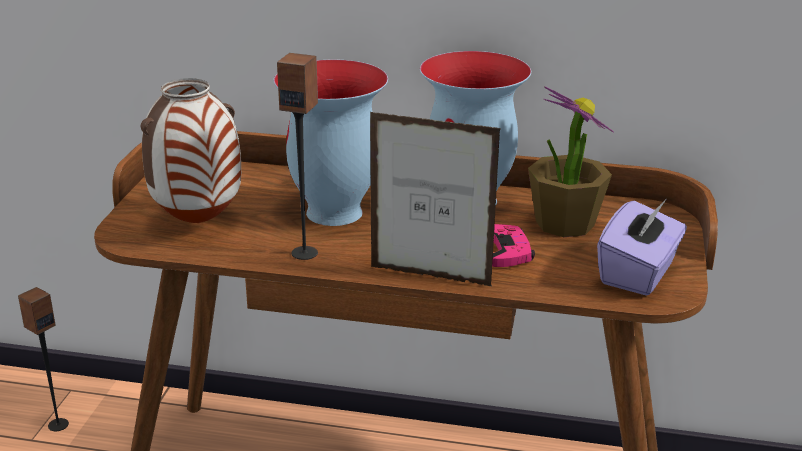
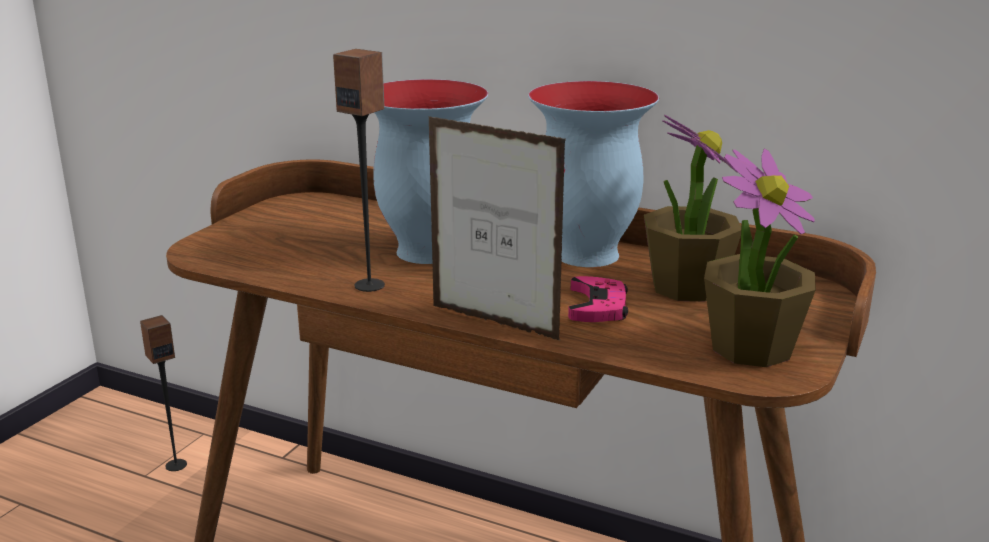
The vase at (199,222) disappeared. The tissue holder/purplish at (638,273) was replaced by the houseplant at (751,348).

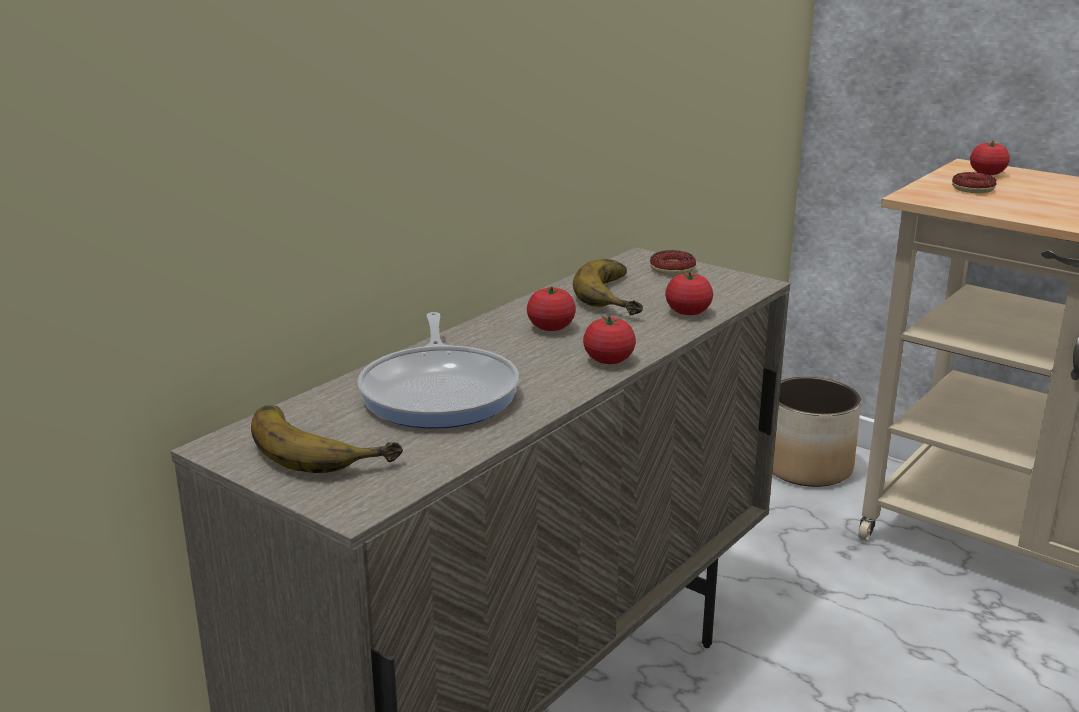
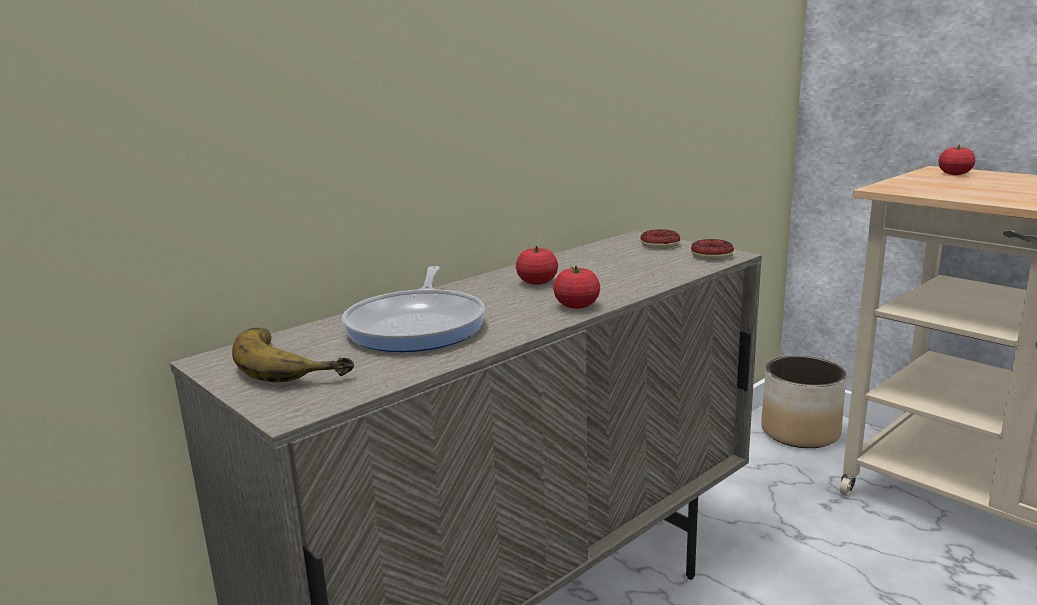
The whole banana at (621,295) disappeared. The fresh tomato at (688,312) disappeared. The donut moved from (973,189) to (712,255).

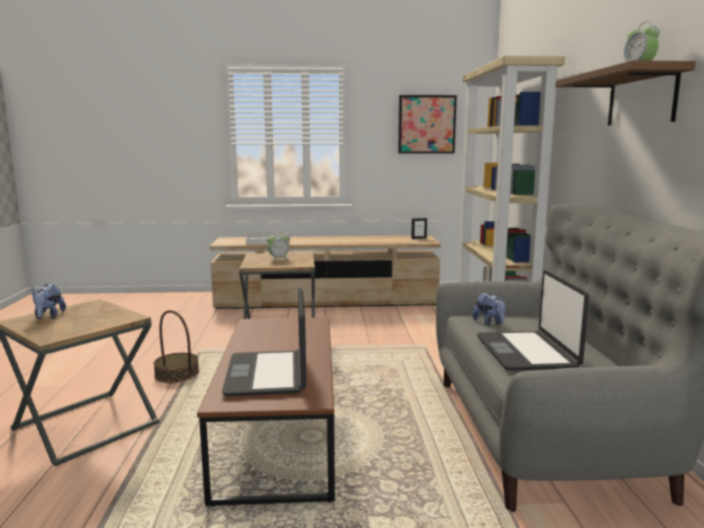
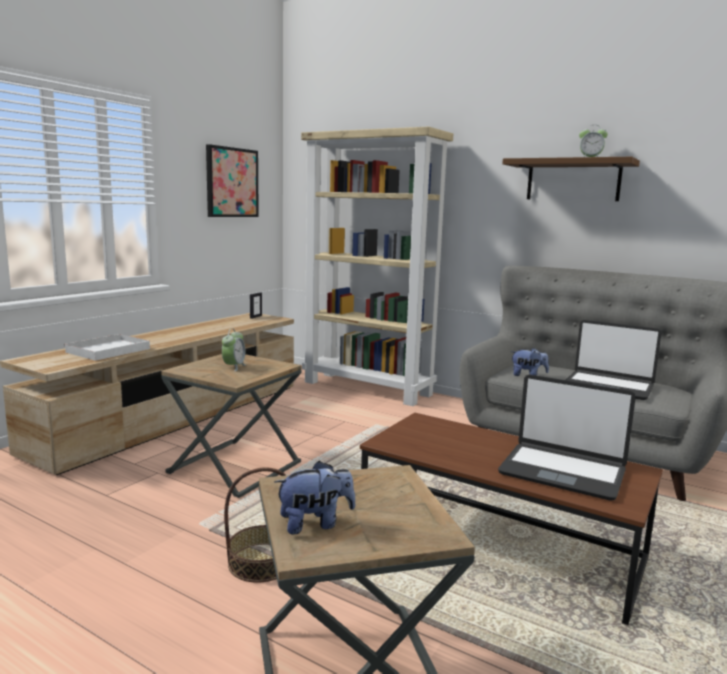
The plush toy at (48,316) turned 45 degrees counterclockwise.

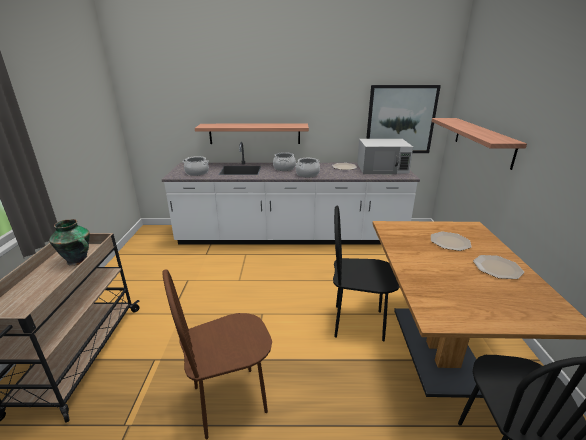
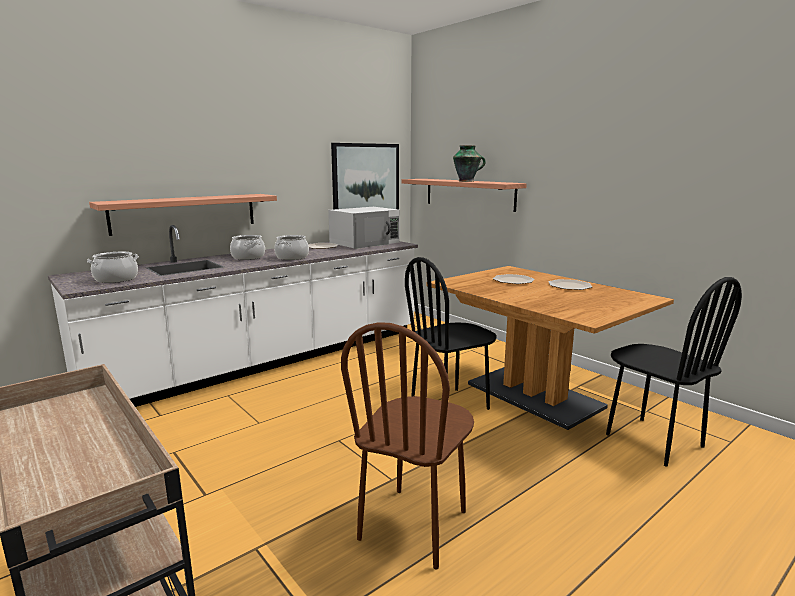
The vase moved from (78,261) to (467,181).

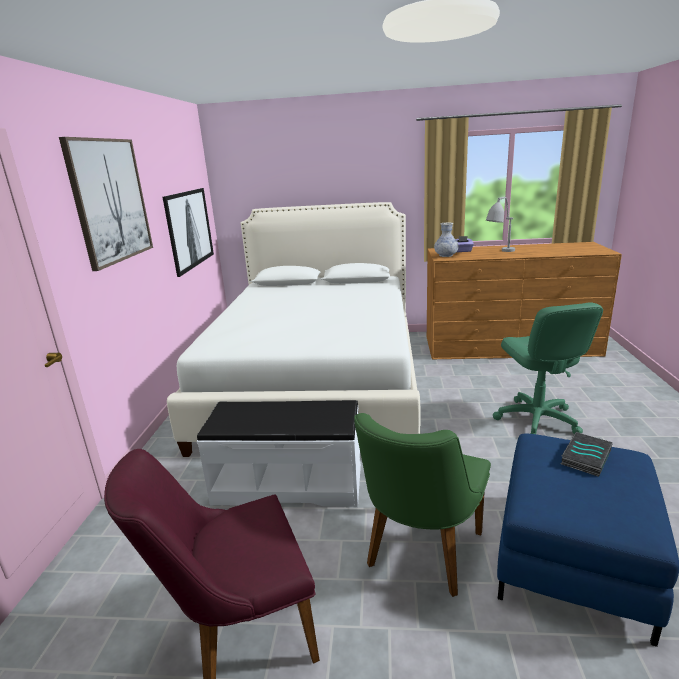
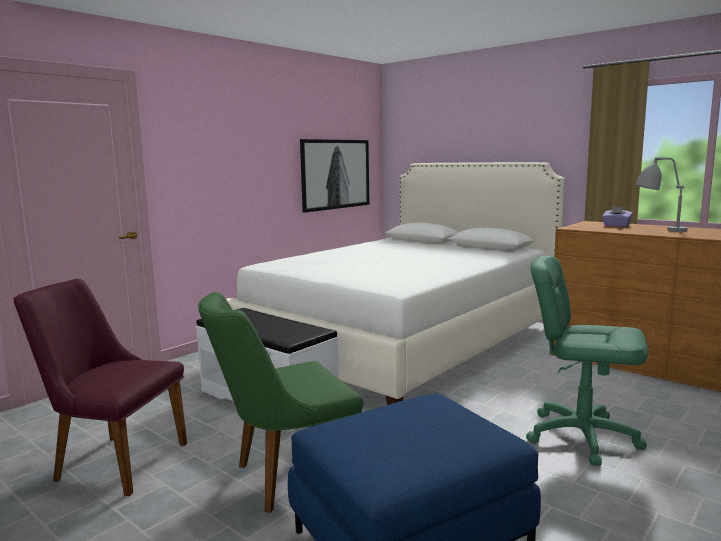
The picture at (110,201) disappeared. The vase at (446,255) disappeared. The desk chair/greenish at (536,420) turned 90 degrees clockwise. The book at (585,456) disappeared.

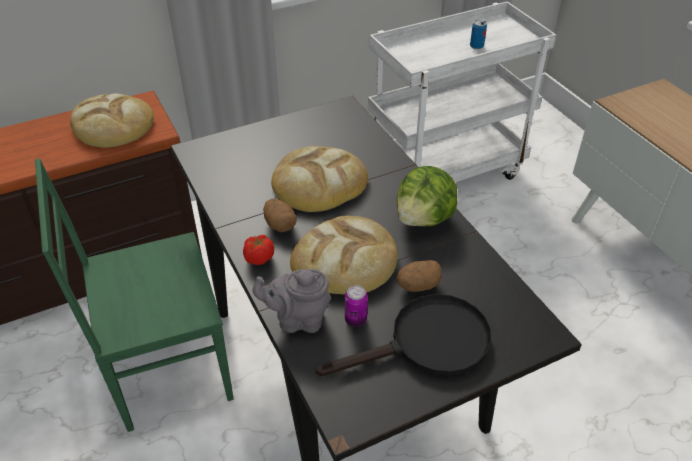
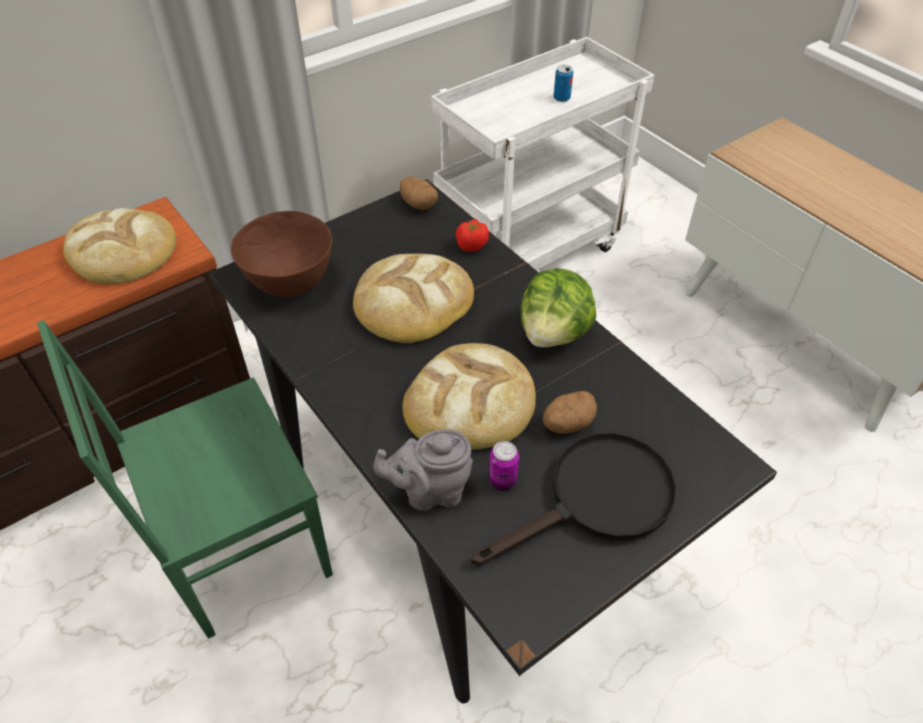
The fresh tomato moved from (259,258) to (471,246). The spud moved from (280,225) to (418,204). The deep dish/brown at (291,283) appeared.

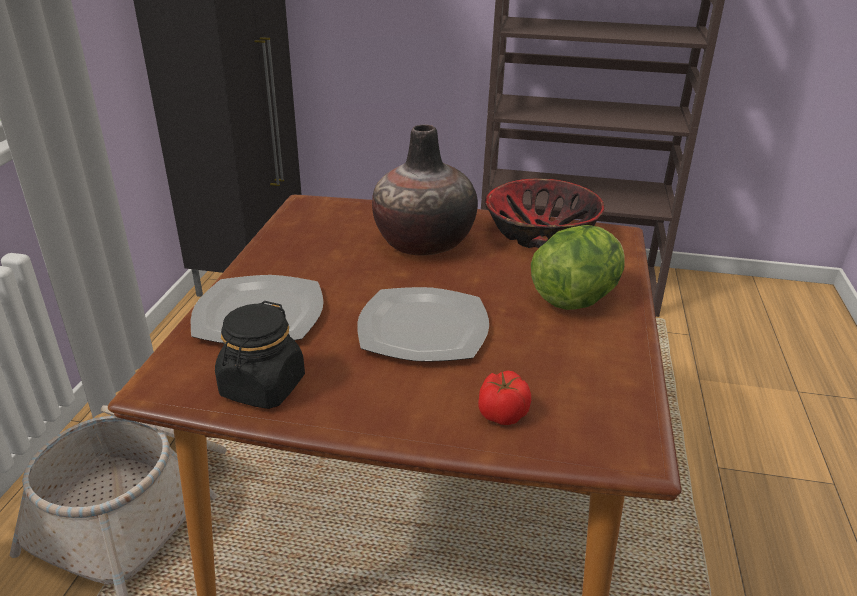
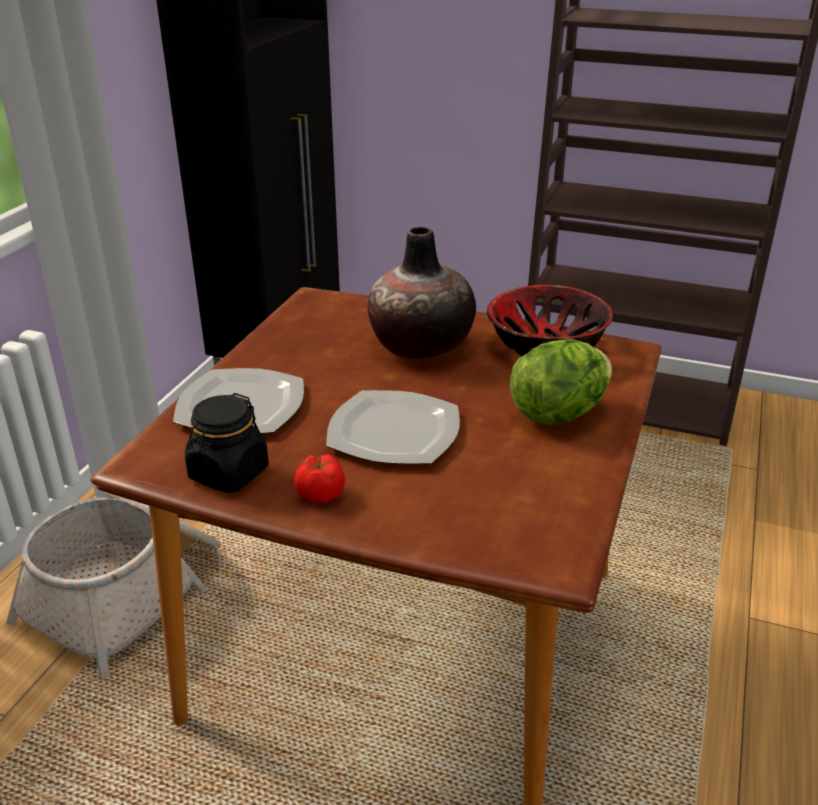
The fresh tomato moved from (501,414) to (320,494).

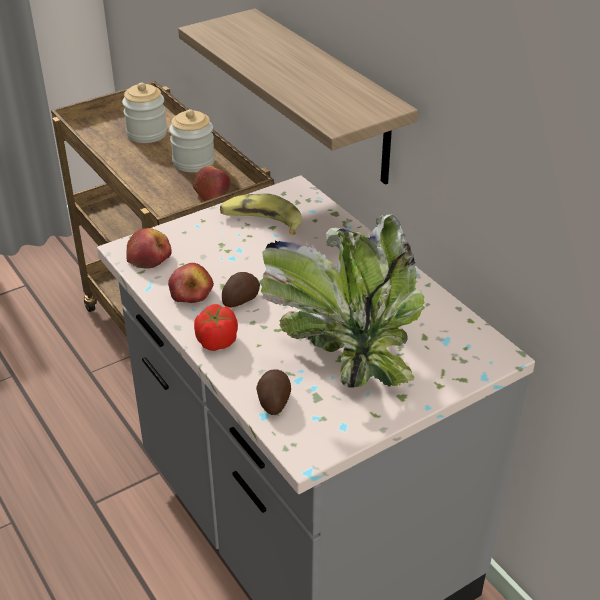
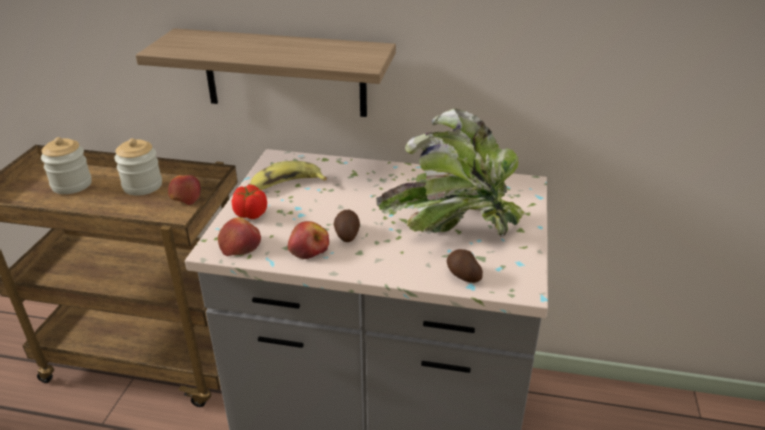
The fresh tomato moved from (216,341) to (251,214).

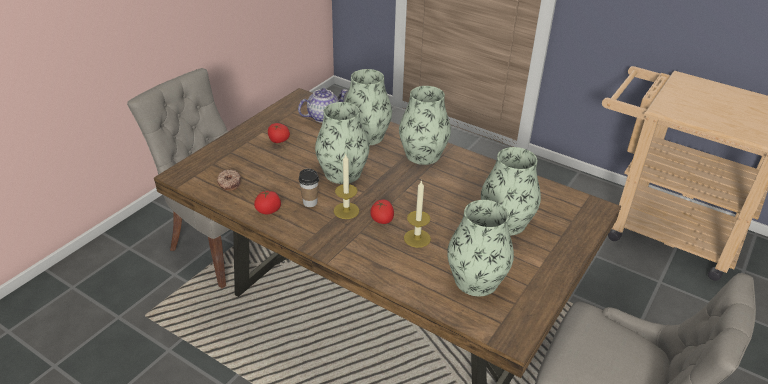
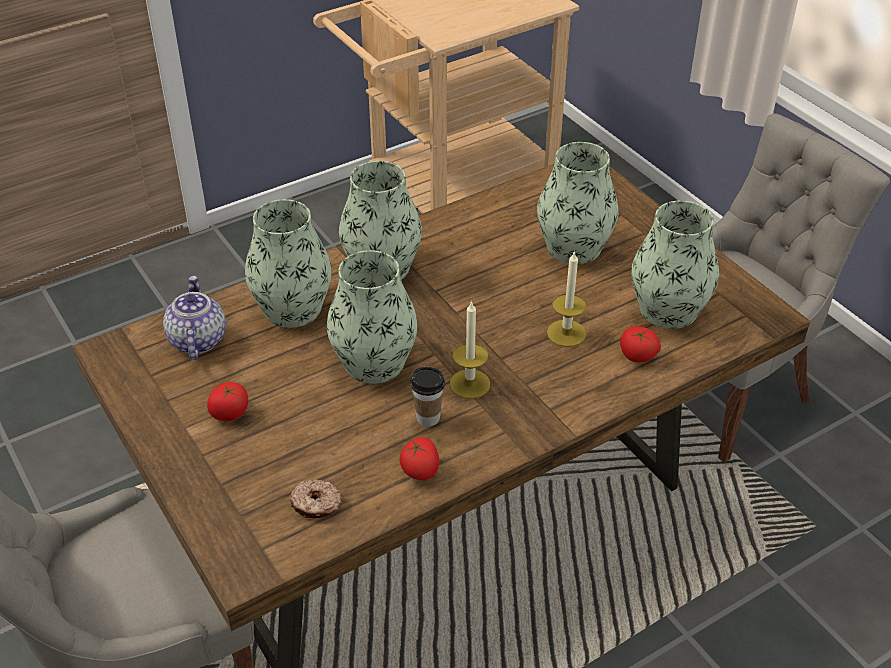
The fresh tomato moved from (382,220) to (637,356).

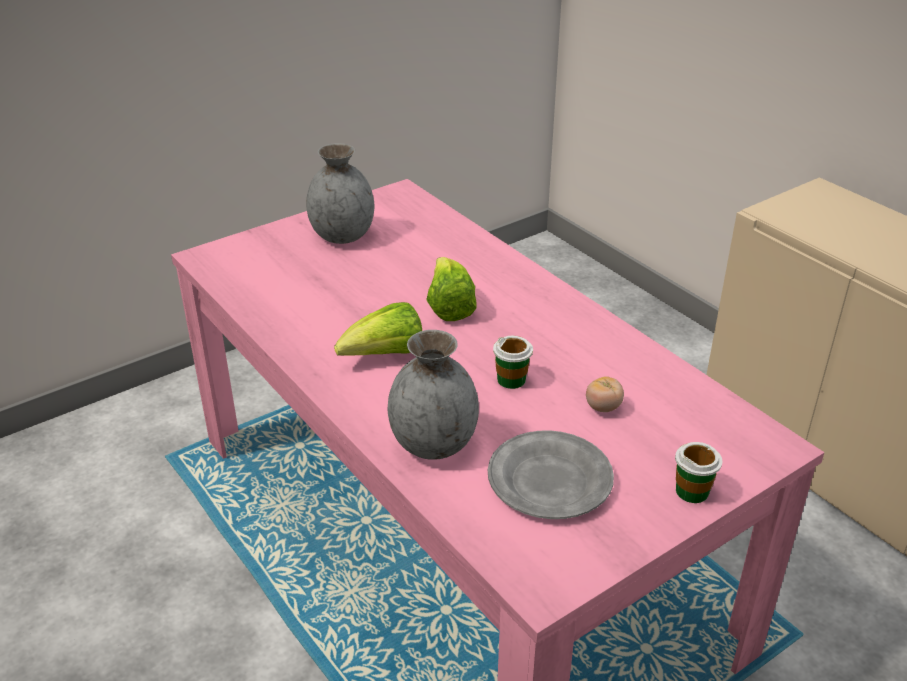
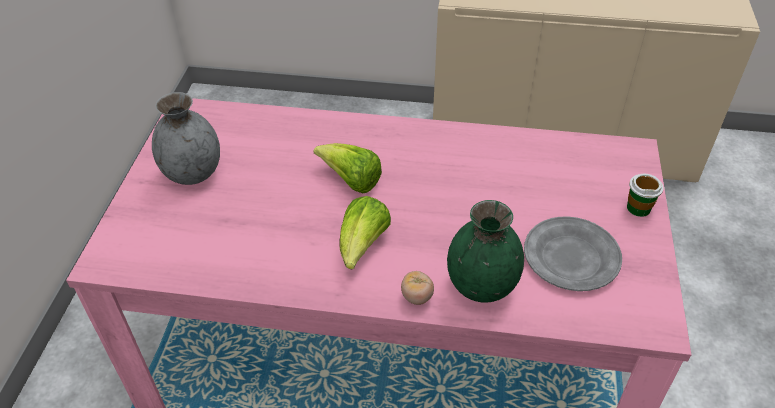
The vase/gray at (433,444) became the vase/greenish at (482,286). The drinking cup at (511,380) disappeared. The fresh tomato moved from (603,407) to (417,297).

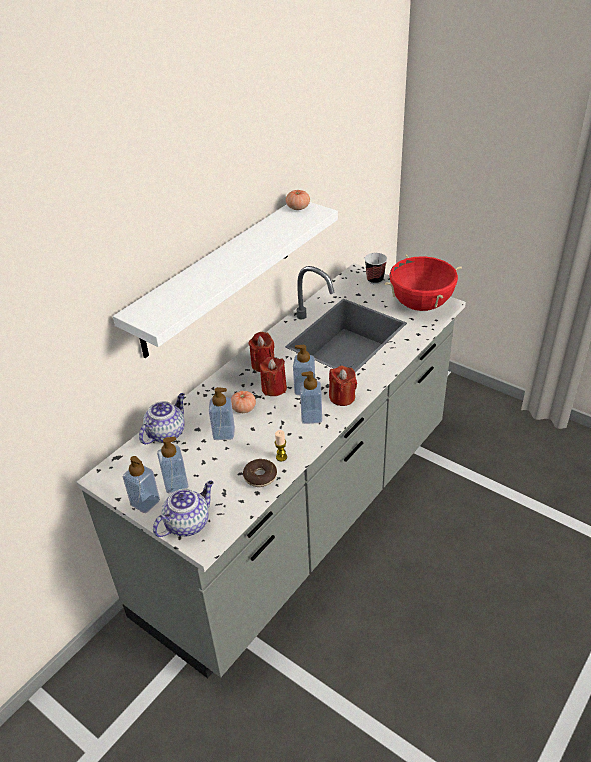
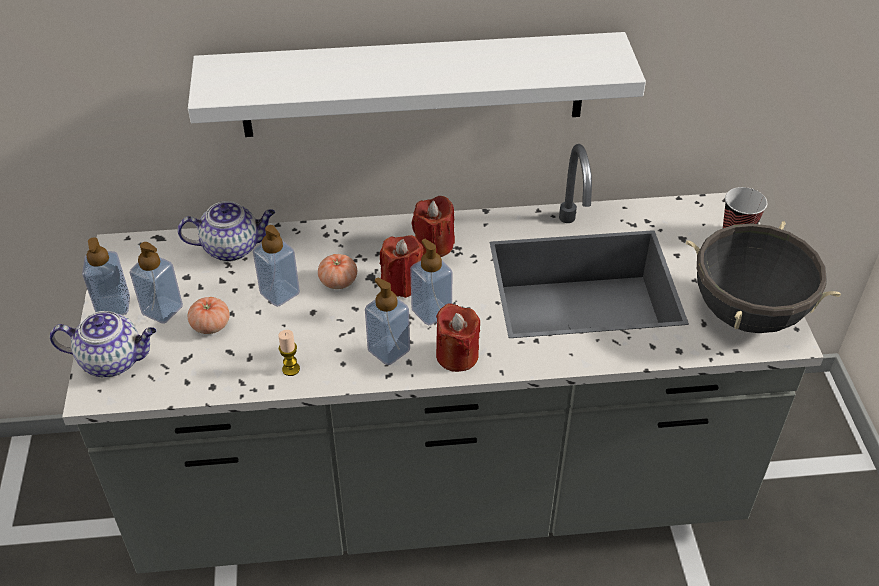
The donut at (260,477) disappeared. The fresh tomato moved from (298,207) to (210,325). The cooking pot/red-coloured at (420,305) became the cooking pot/black at (746,313).

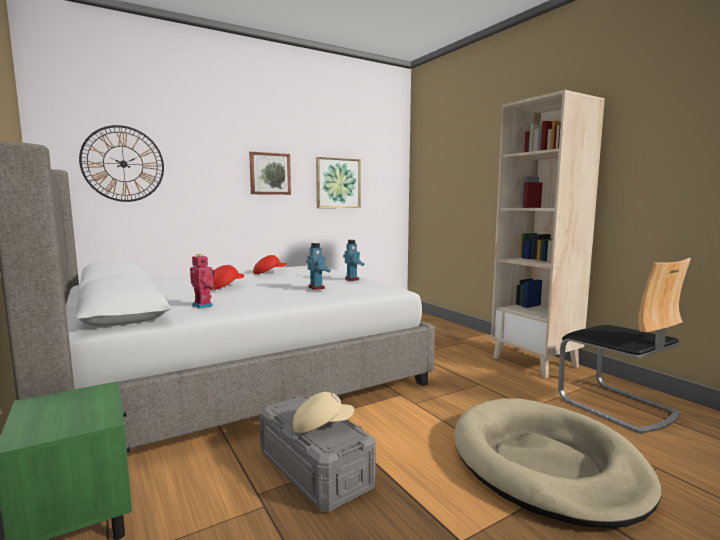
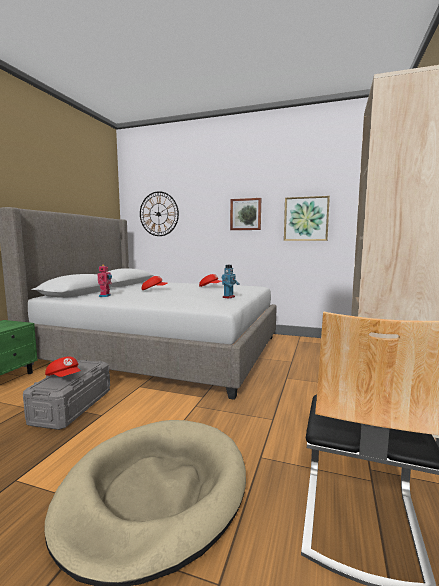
The cap/beige at (322,425) became the cap/red-coloured at (64,377). The toy robot at (317,288) disappeared.

